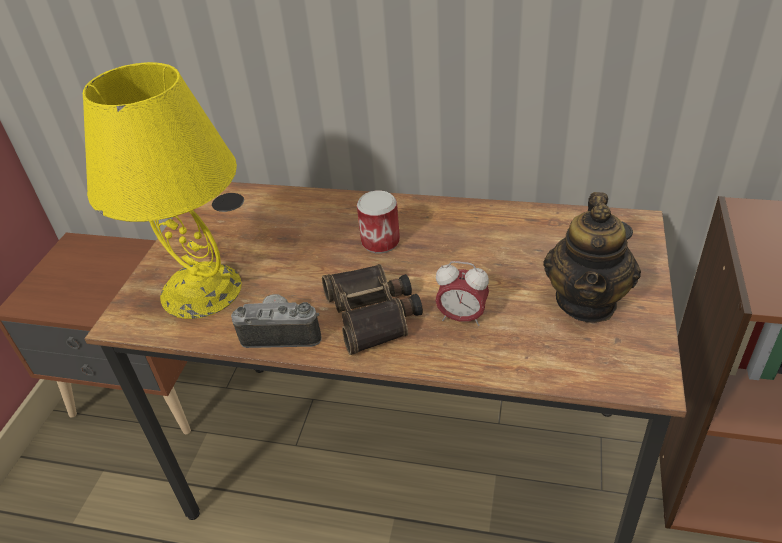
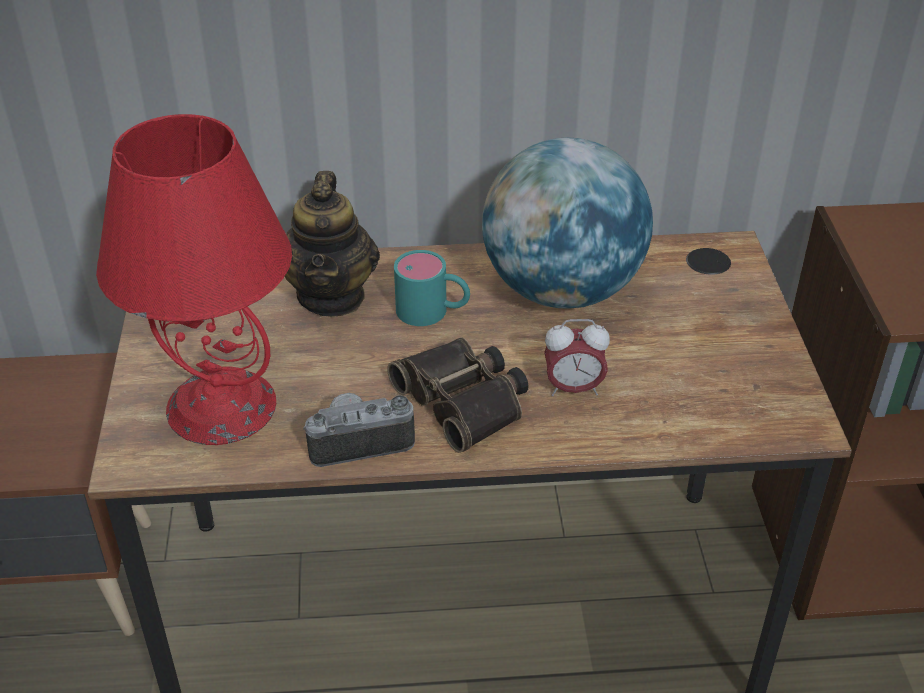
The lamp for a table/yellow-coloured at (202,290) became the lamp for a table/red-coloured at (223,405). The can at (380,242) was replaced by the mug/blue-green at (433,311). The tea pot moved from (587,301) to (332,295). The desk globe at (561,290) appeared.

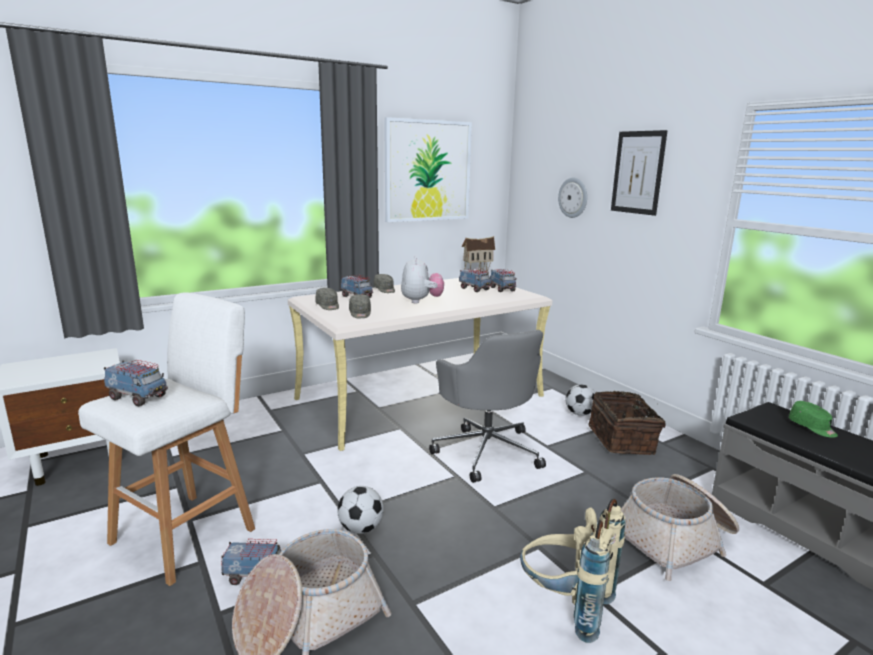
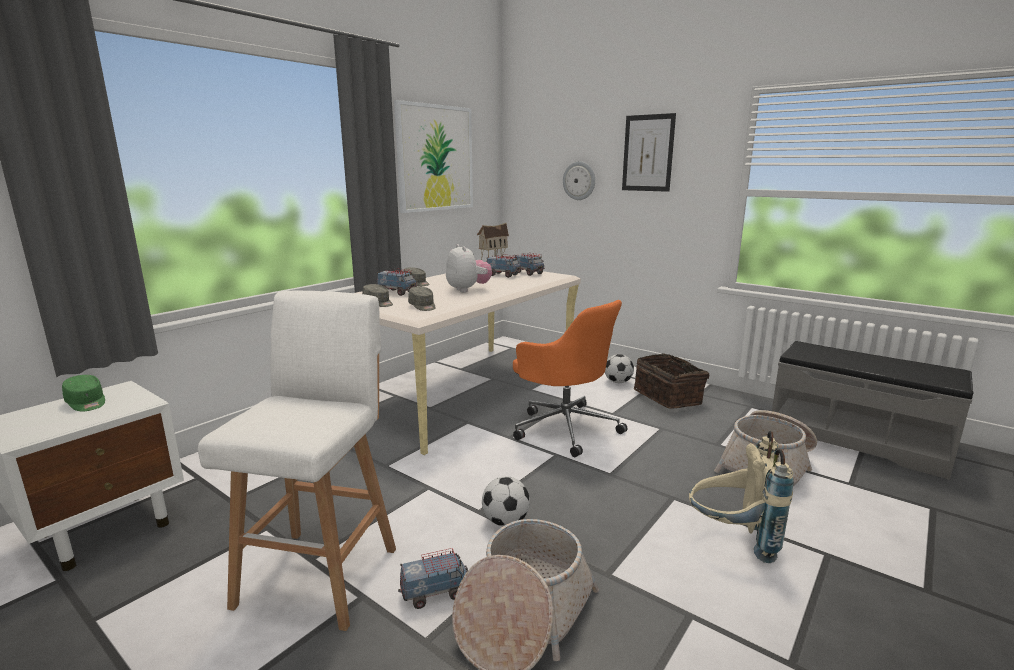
The model truck at (138,398) disappeared. The desk chair/gray at (487,450) became the desk chair/orange-coloured at (565,427). The cap/greenish moved from (812,427) to (86,403).

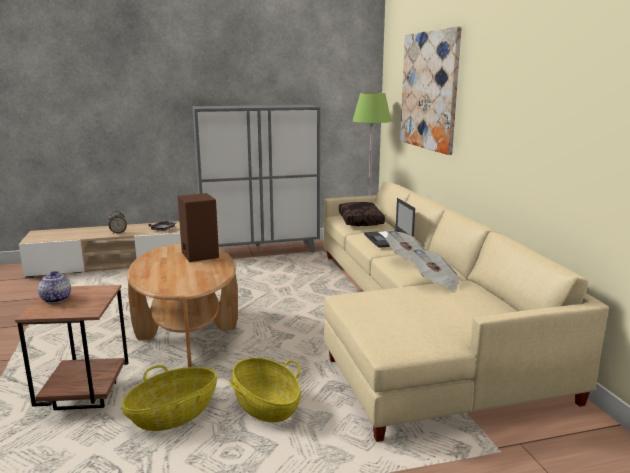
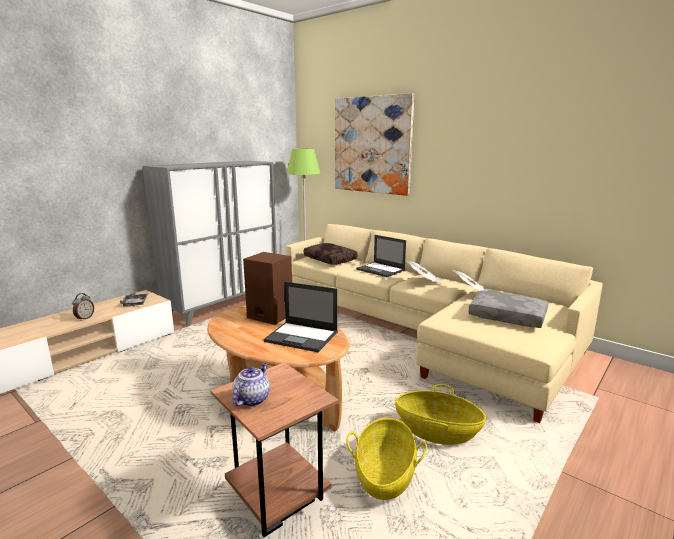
The tea pot at (55,299) turned 75 degrees clockwise. The laptop at (302,337) appeared. The pillow/gray at (508,316) appeared.

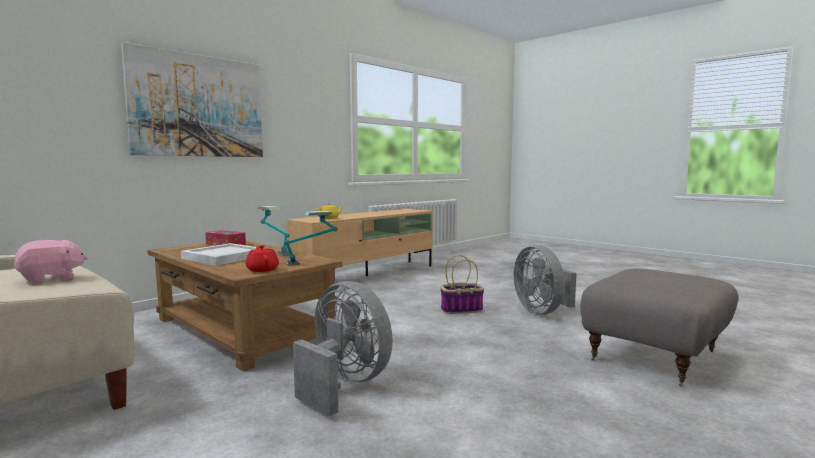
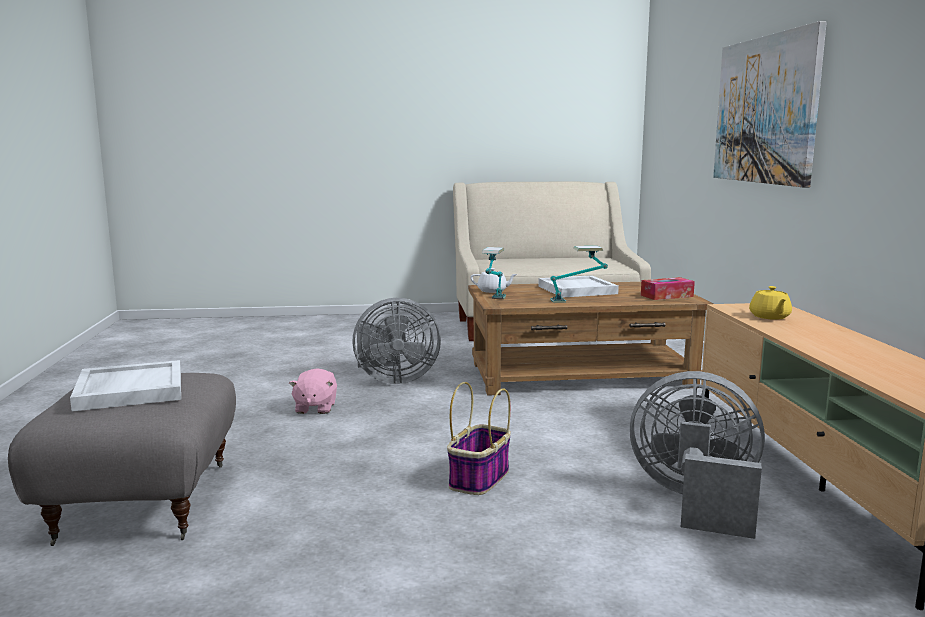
The plush toy/pink moved from (51,279) to (315,408). The tea pot/red-coloured at (262,269) became the tea pot/white at (493,291). The electric fan/gray moved from (542,311) to (695,501). The serving tray/white at (129,390) appeared.

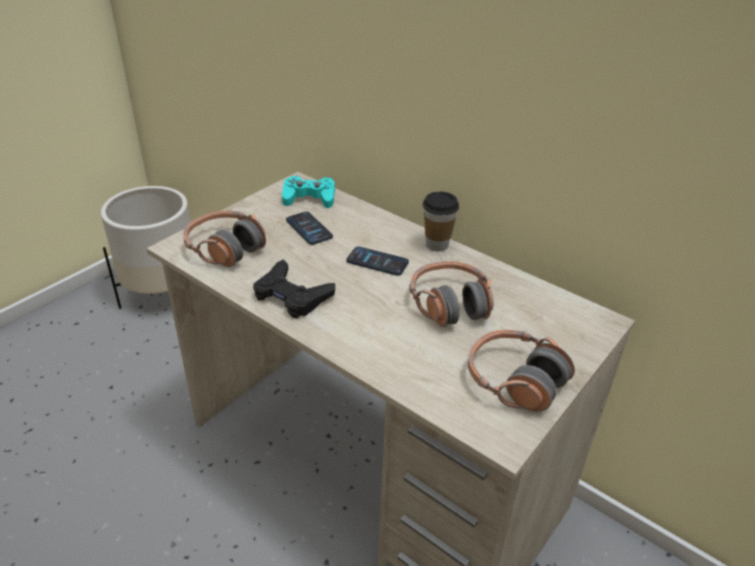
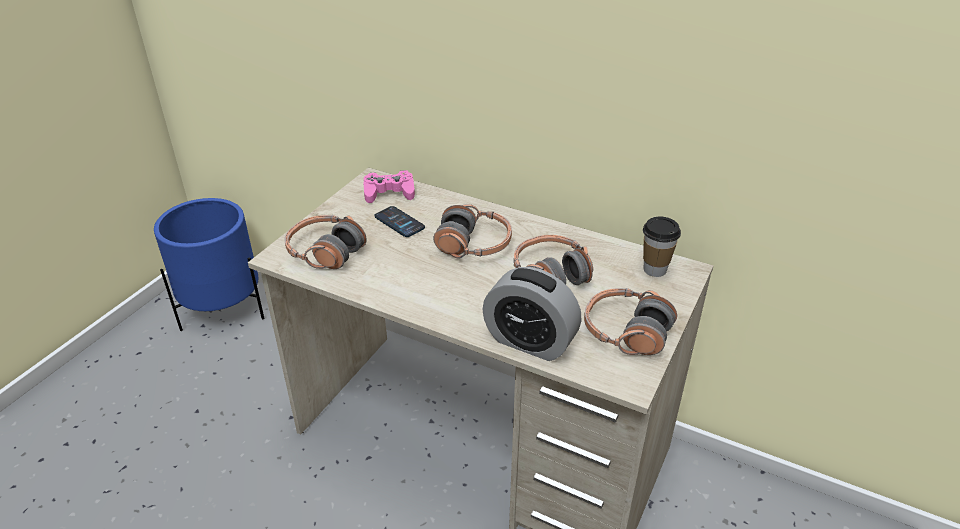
The plant pot/white at (163,294) became the plant pot/blue-coloured at (223,309). The joypad/black at (291,295) disappeared. The joypad/blue-green at (309,198) became the joypad/pink at (389,192). The phone at (377,262) was replaced by the headphones at (474,245). The drinking cup moved from (437,245) to (654,269). The alarm clock at (530,341) appeared.

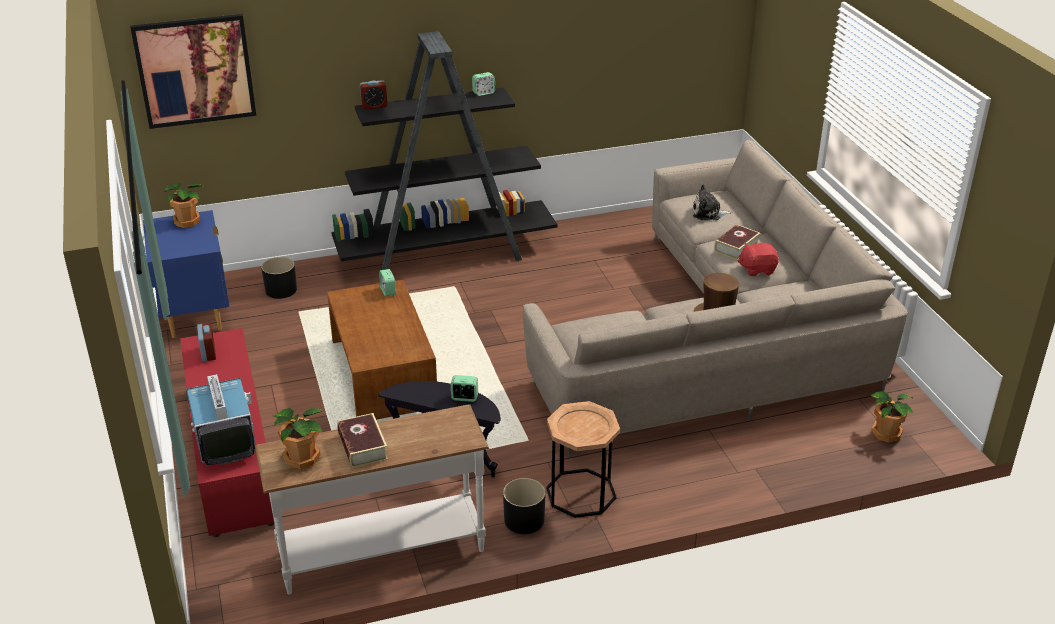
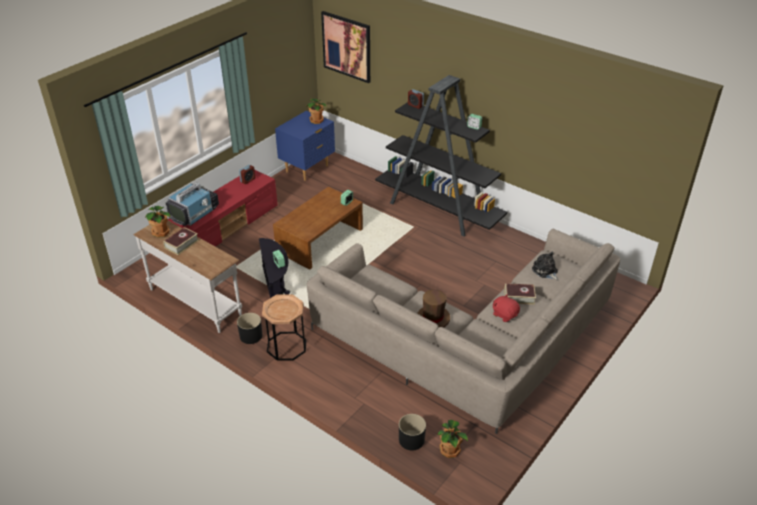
The plant pot/black moved from (281,290) to (411,440).

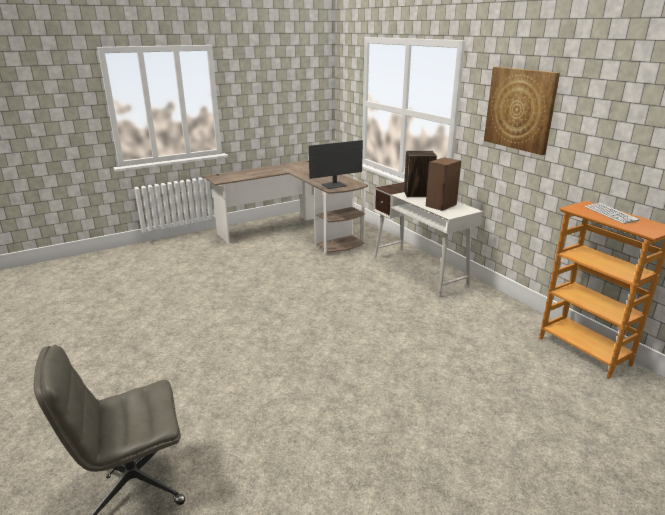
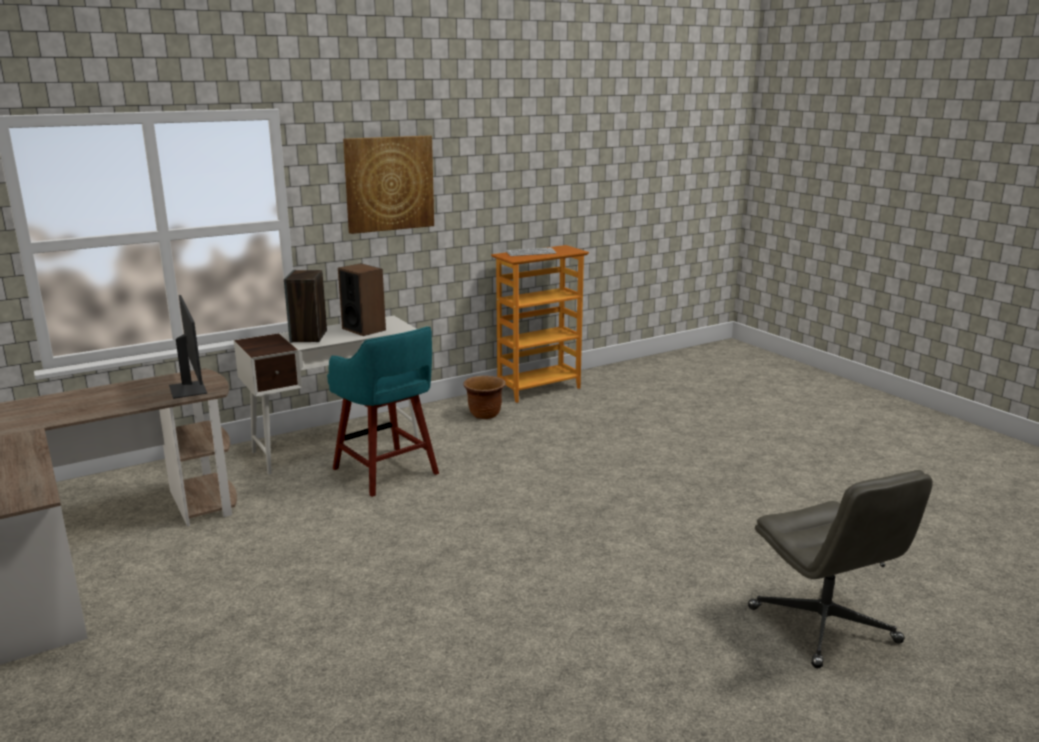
The sitting stool/blue-green at (387,472) appeared. The plant pot/brown at (485,415) appeared.

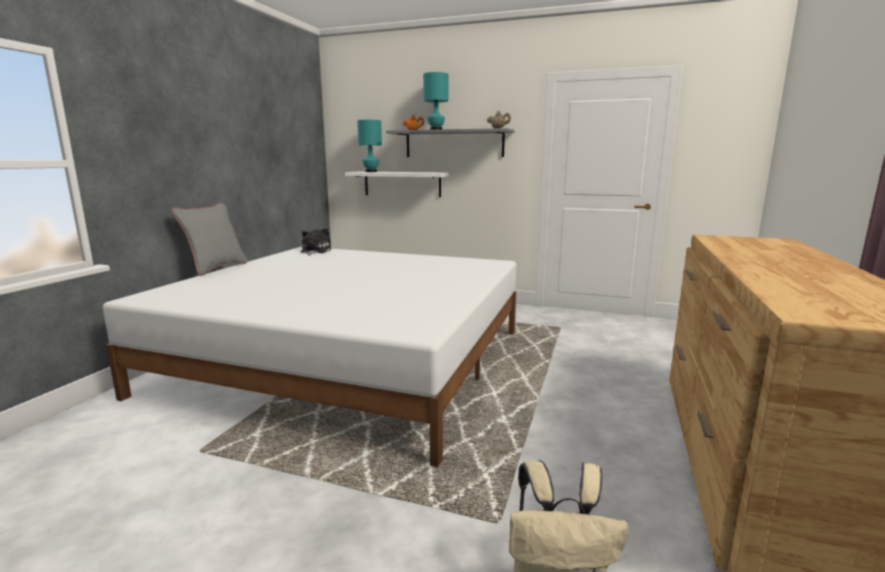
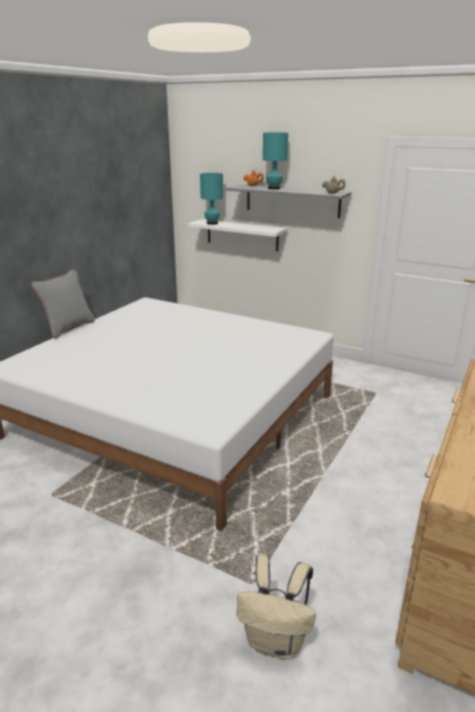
The plush toy at (314,251) disappeared.

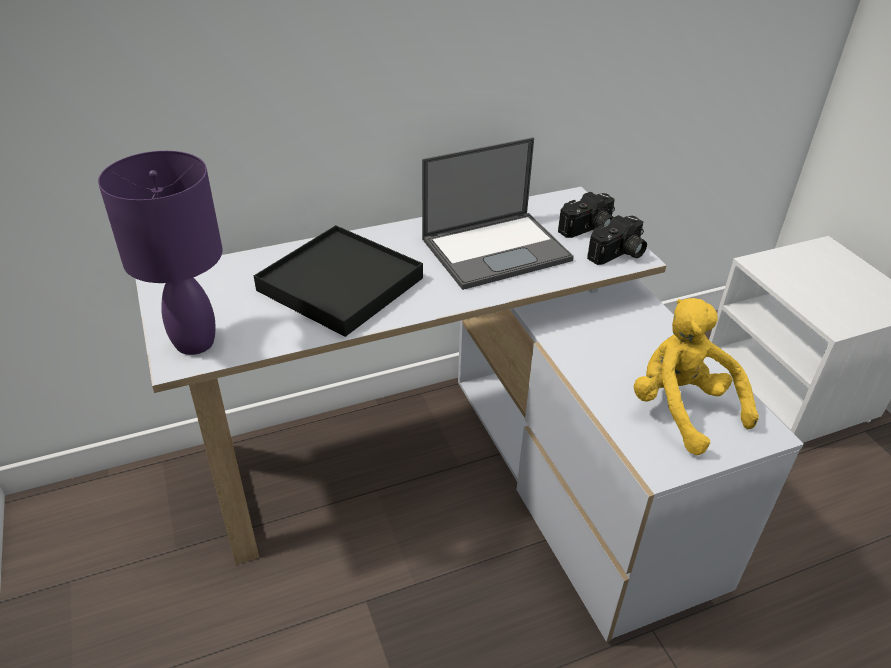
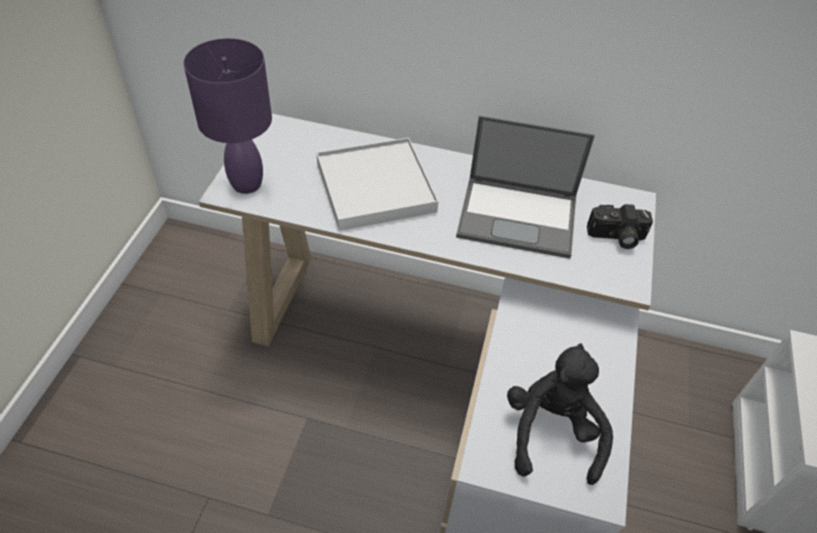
The serving tray/black at (340,284) became the serving tray/white at (375,187). The photo camera at (618,254) disappeared. The plush toy/yellow-coloured at (681,409) became the plush toy/black at (552,432).

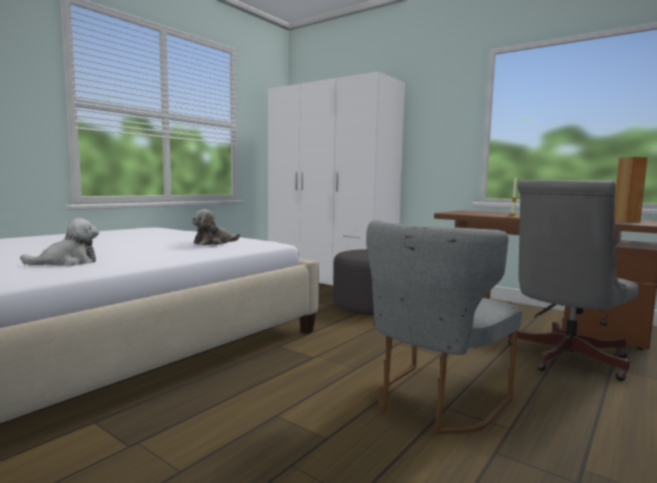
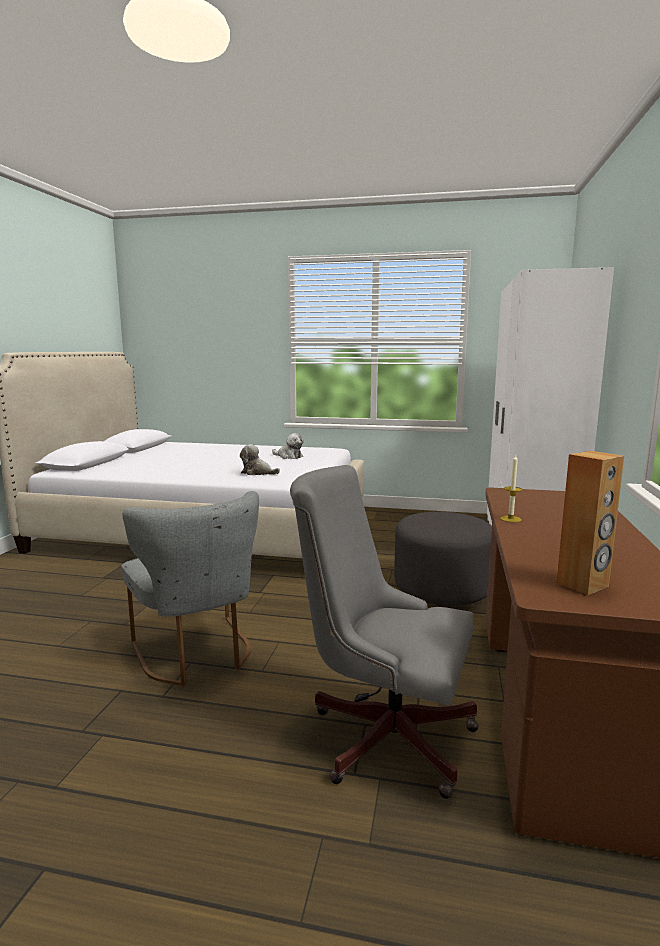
The plush toy moved from (67,262) to (289,456). The chair/gray at (433,402) turned 135 degrees counterclockwise.

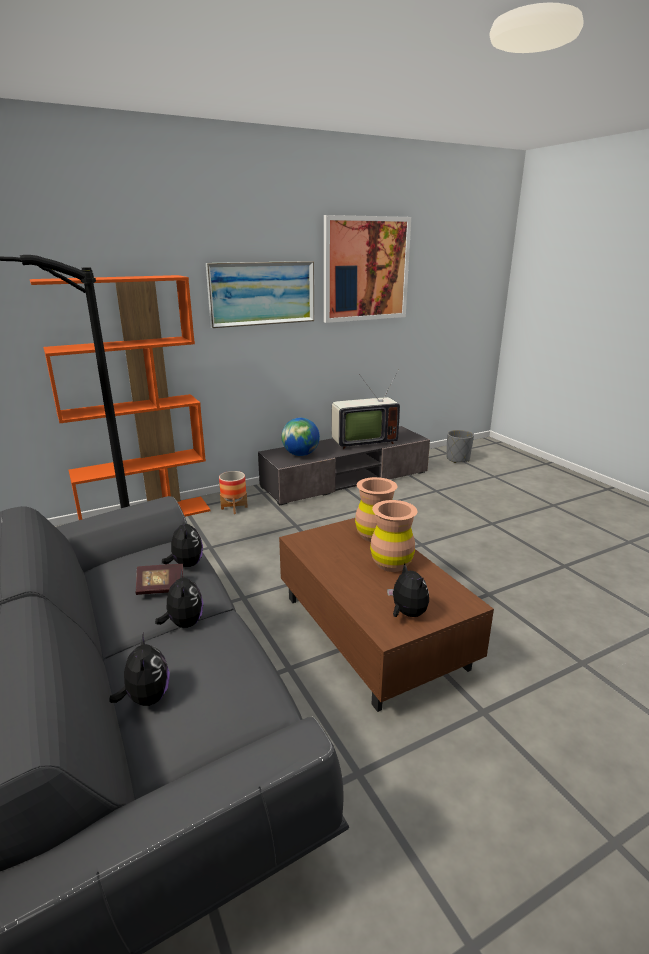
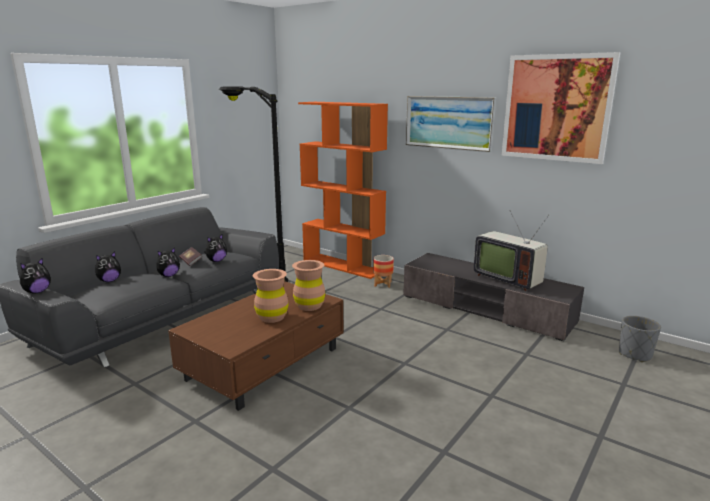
The desk globe at (300,454) disappeared. The plush toy moved from (407,614) to (37,292).

